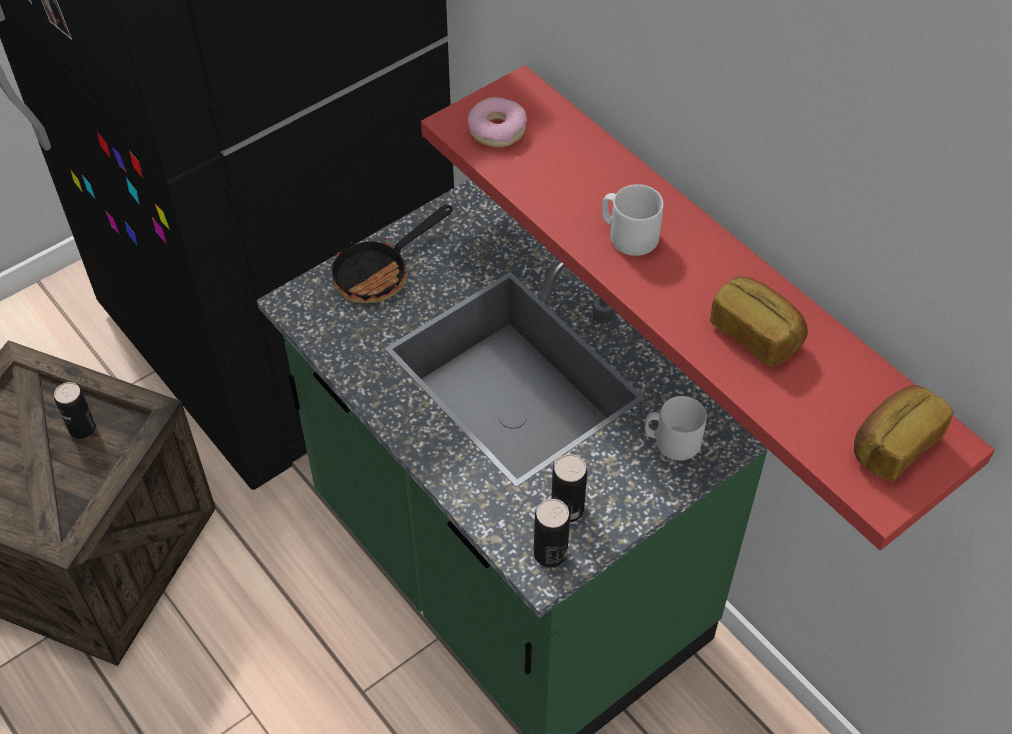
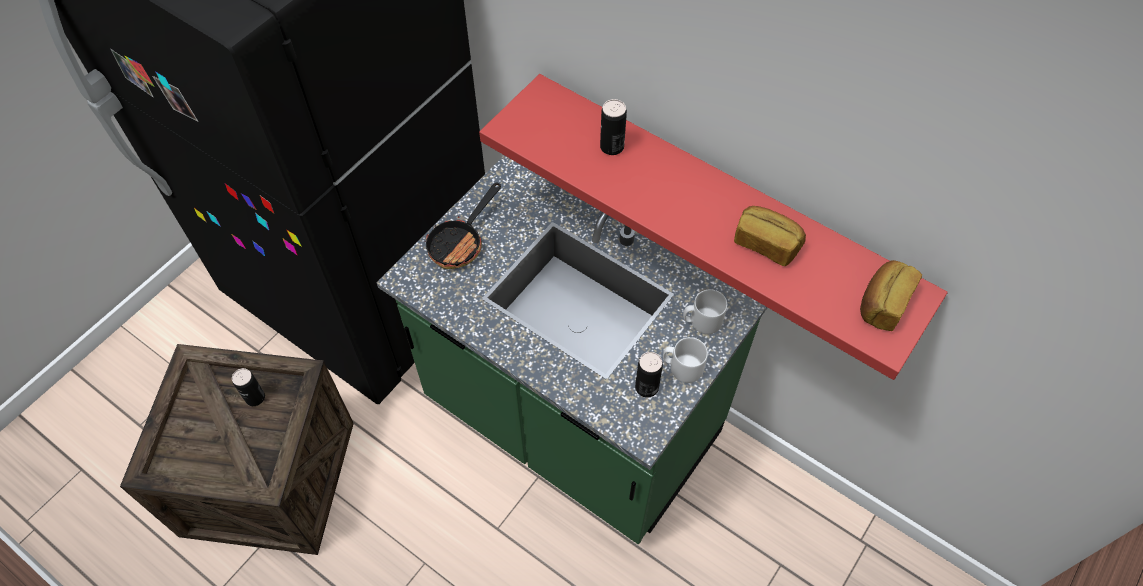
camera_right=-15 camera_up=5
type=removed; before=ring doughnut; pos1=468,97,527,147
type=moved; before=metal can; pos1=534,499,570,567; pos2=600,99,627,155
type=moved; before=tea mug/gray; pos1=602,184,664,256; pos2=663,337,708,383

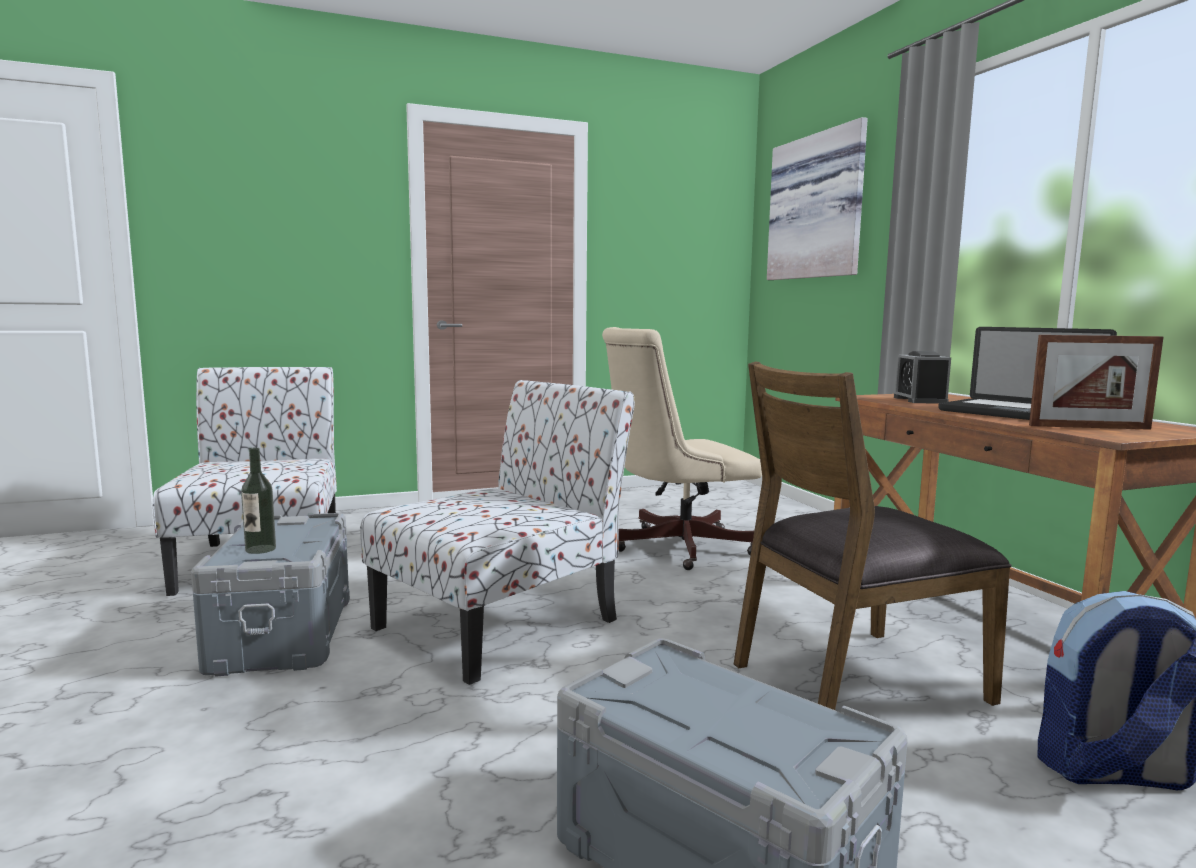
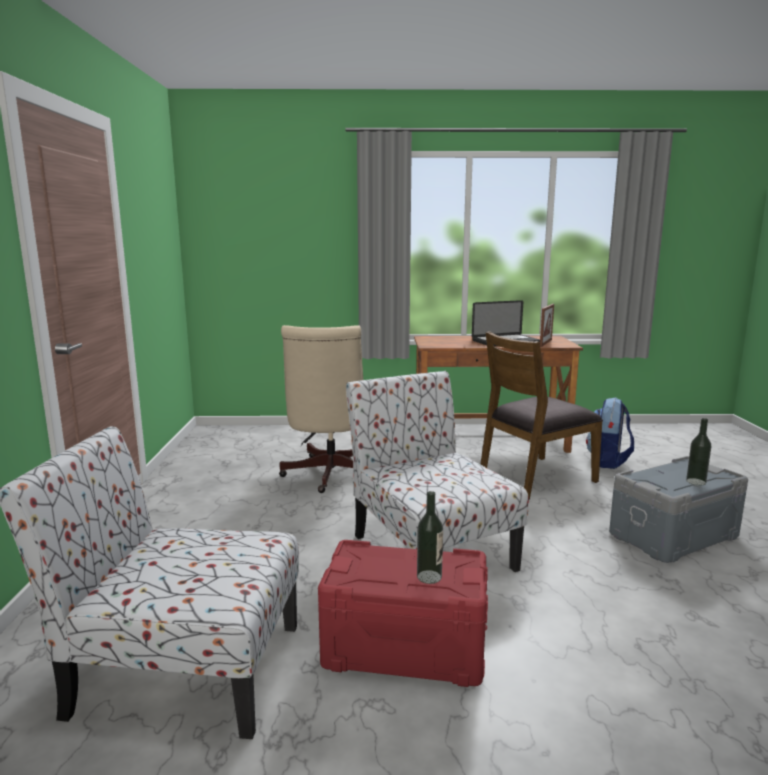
camera_right=-70 camera_up=5
type=recoloured; before=storage container/gray; after=storage container/red-coloured; pos1=191,513,350,676; pos2=318,540,488,687
type=turned; before=plain chair/brown-coloured; pos1=734,361,1012,710; pos2=480,331,603,500; turn=60
type=removed; before=wall picture; pos1=767,117,868,280
type=removed; before=table clock; pos1=894,351,951,403
type=added; after=beverage bottle; pos2=686,418,711,485

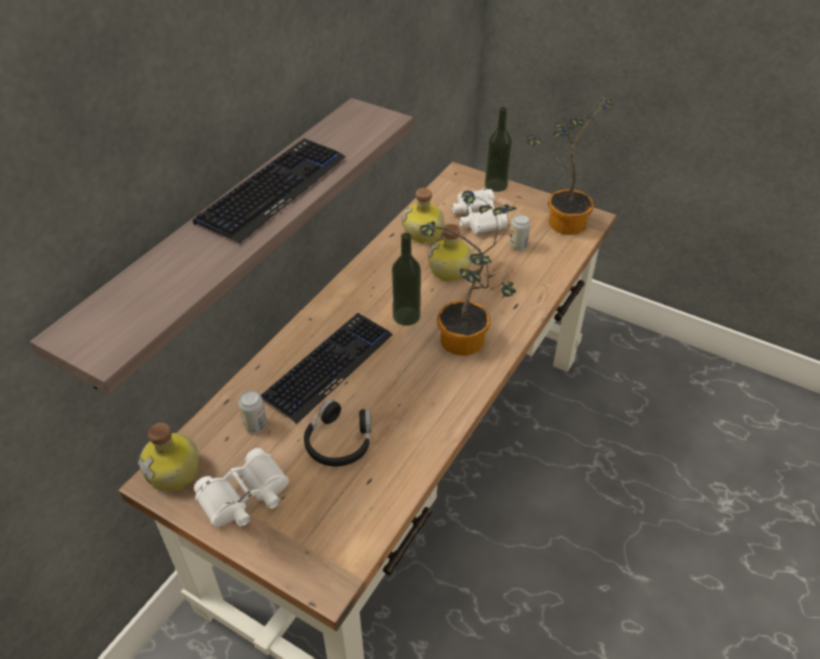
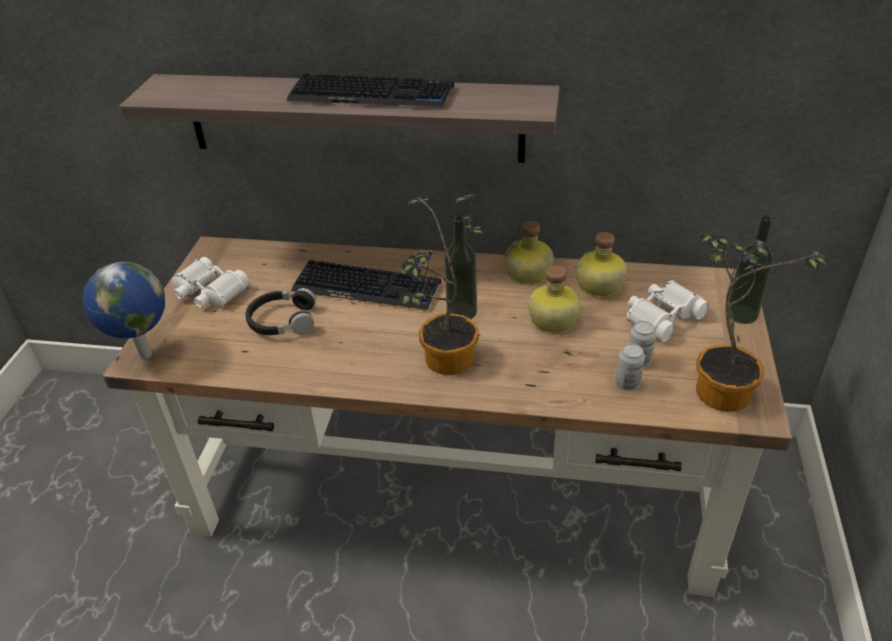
camera_right=70 camera_up=-5
type=moved; before=beverage bottle; pos1=138,423,199,492; pos2=505,221,554,285
type=moved; before=metal can; pos1=238,391,267,433; pos2=615,343,645,391
type=added; after=world globe; pos2=83,262,165,359

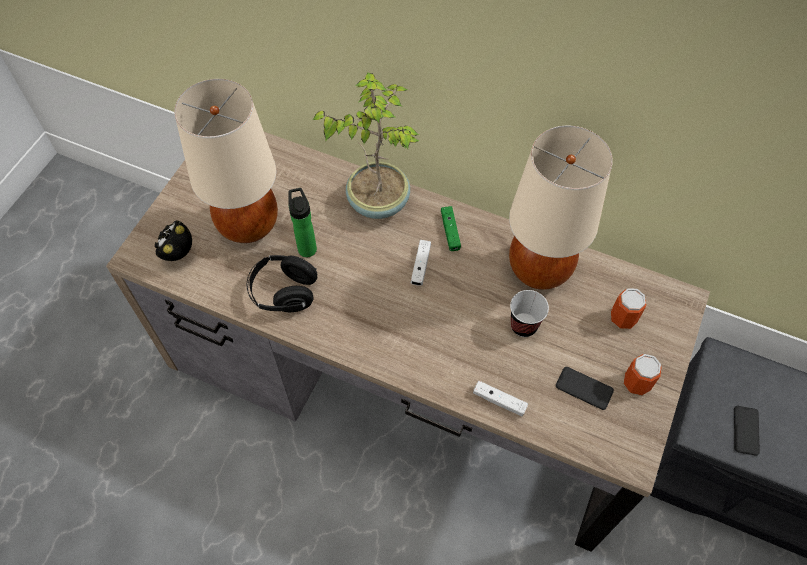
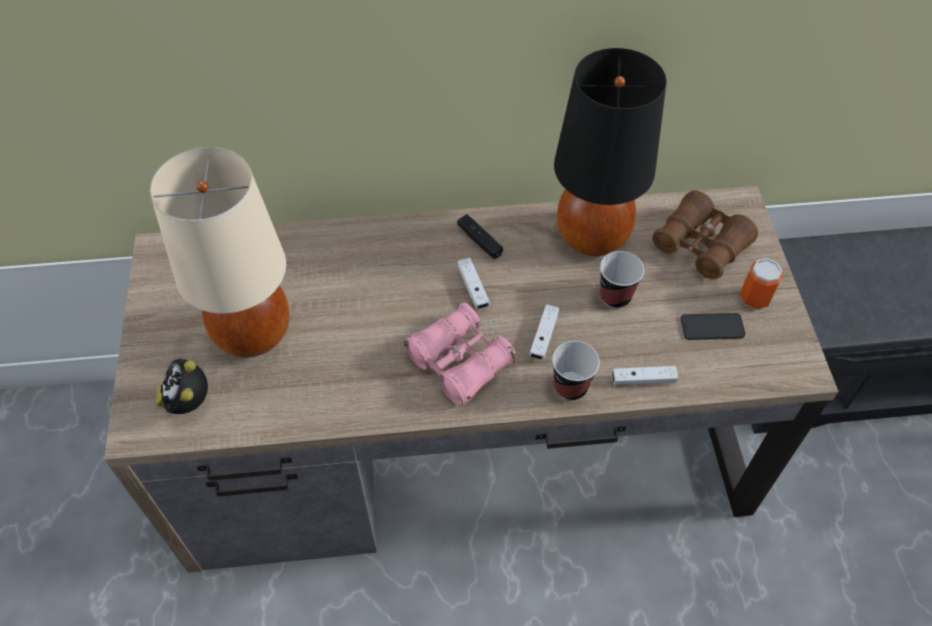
camera_right=-30 camera_up=-5
type=removed; before=pair of headphones/black; pos1=247,255,317,312
type=removed; before=beverage bottle; pos1=288,188,317,257
type=removed; before=plant in a pot; pos1=313,72,419,219
type=recoloured; before=joypad/greenish; after=joypad/black; pos1=441,206,461,251; pos2=457,214,503,259
type=recoloured; before=table lamp/sand-coloured; after=table lamp/black; pos1=509,126,613,290; pos2=554,48,667,256
type=replaced; before=metal can; after=binoculars/brown-coloured; pos1=611,288,646,329; pos2=652,191,758,280
type=removed; before=phone; pos1=734,406,760,456
type=added; after=binoculars/pink-coloured; pos2=404,302,517,406
type=added; after=joypad/white-coloured; pos2=529,305,559,360
type=added; after=cup; pos2=552,341,600,401

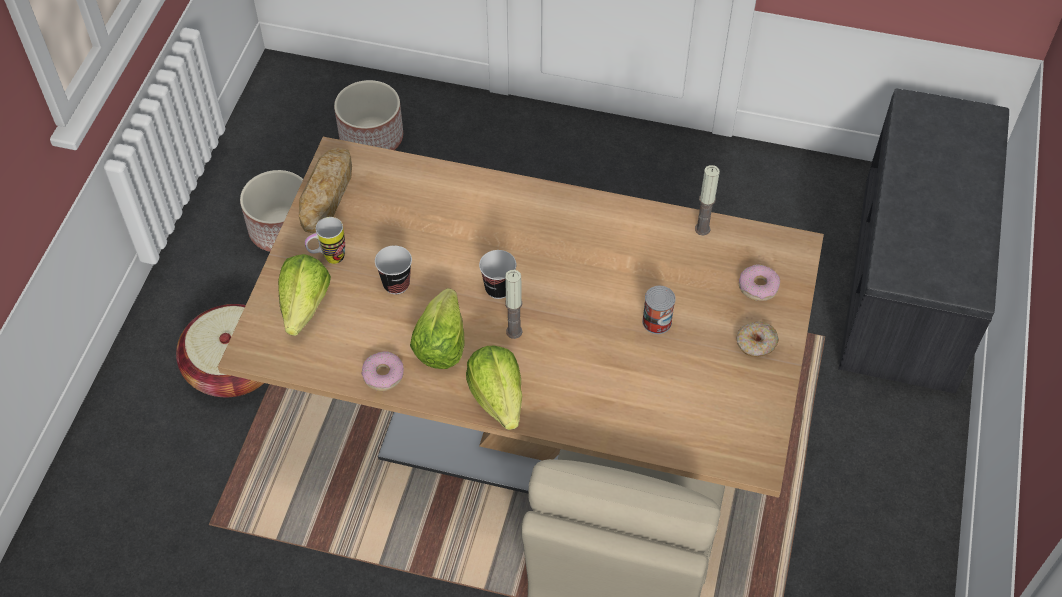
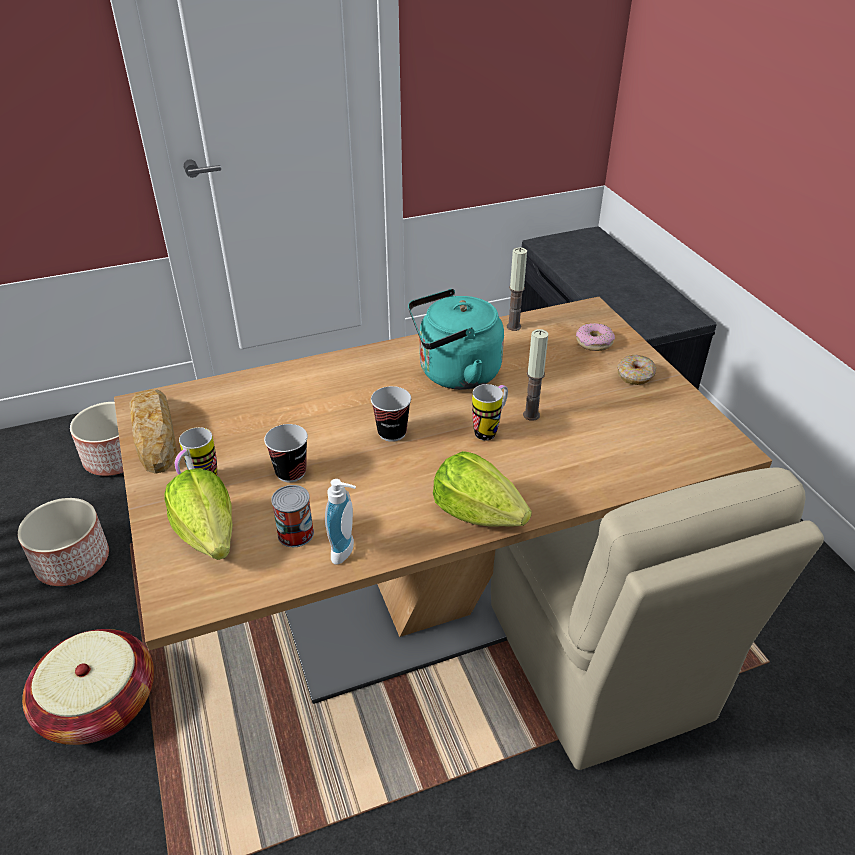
camera_right=-35 camera_up=-15
type=replaced; before=ring doughnut; after=soap bottle; pos1=362,351,404,391; pos2=325,479,356,564
type=removed; before=lettuce; pos1=410,288,465,369
type=moved; before=wax light; pos1=505,270,523,339; pos2=523,329,548,421
type=moved; before=metal can; pos1=642,286,676,334; pos2=271,485,314,547
type=added; after=kettle/blue-green; pos2=408,289,504,390
type=added; after=tea mug; pos2=472,384,508,441

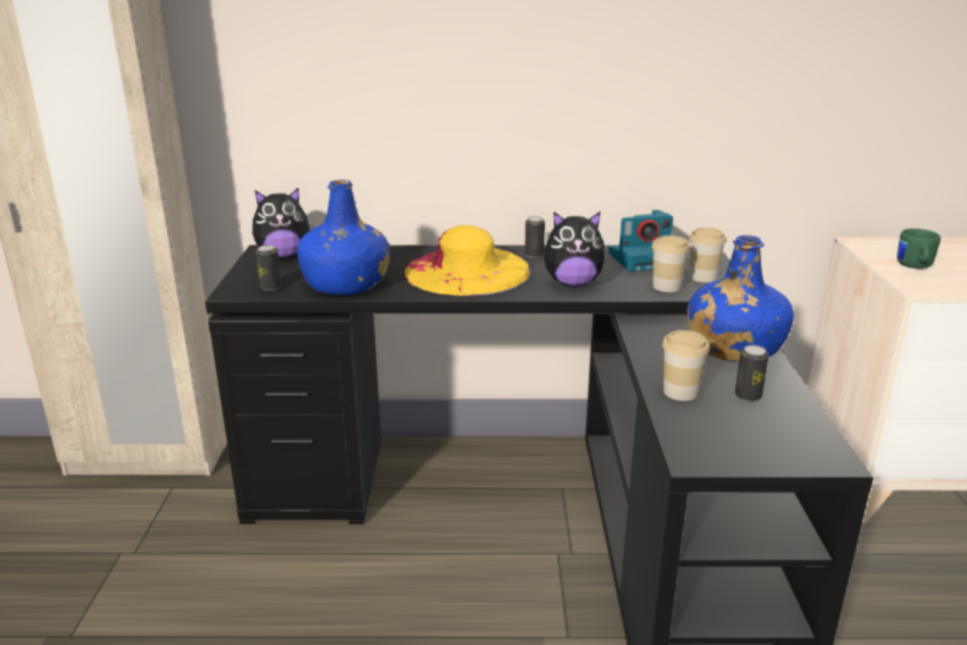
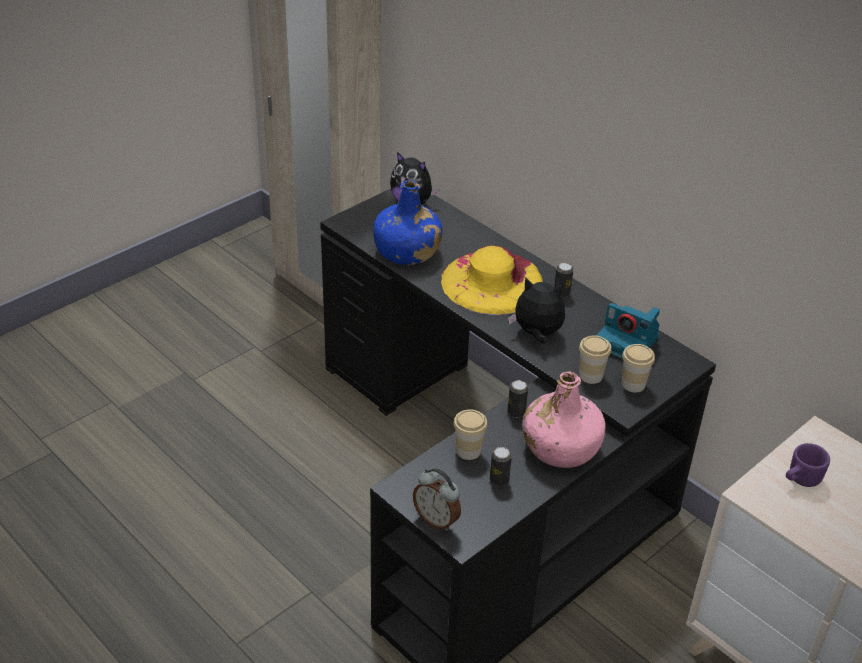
camera_right=45 camera_up=15
type=moved; before=metal can; pos1=256,245,282,291; pos2=507,380,528,417
type=turned; before=cuddly toy; pos1=544,212,607,287; pos2=508,277,565,344; turn=150
type=recoloured; before=beverage bottle/blue; after=beverage bottle/pink-coloured; pos1=687,235,794,362; pos2=523,372,606,468
type=recoloured; before=tea mug/greenish; after=tea mug/purplish; pos1=897,228,941,269; pos2=786,443,830,487
type=added; after=table clock; pos2=413,468,461,531

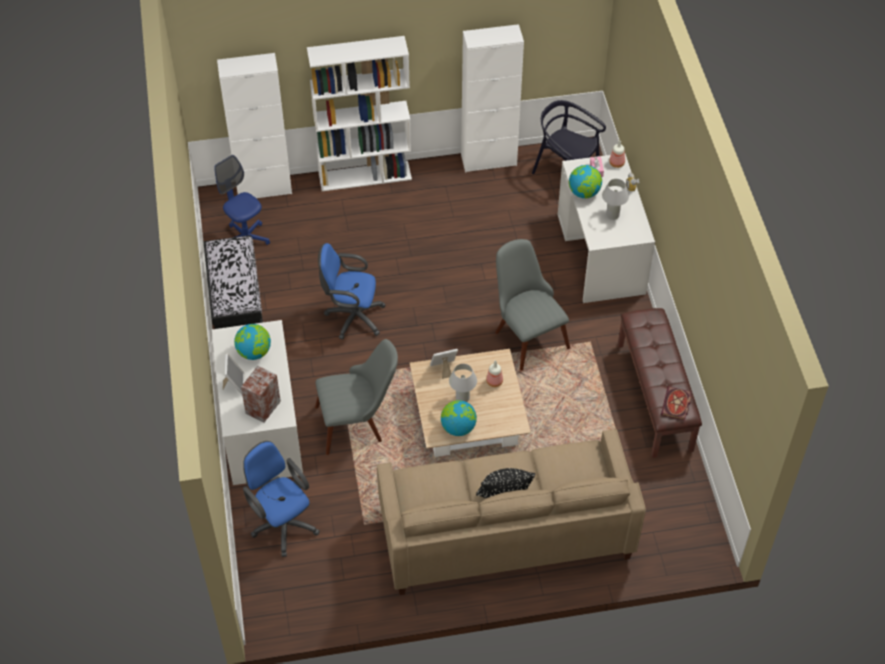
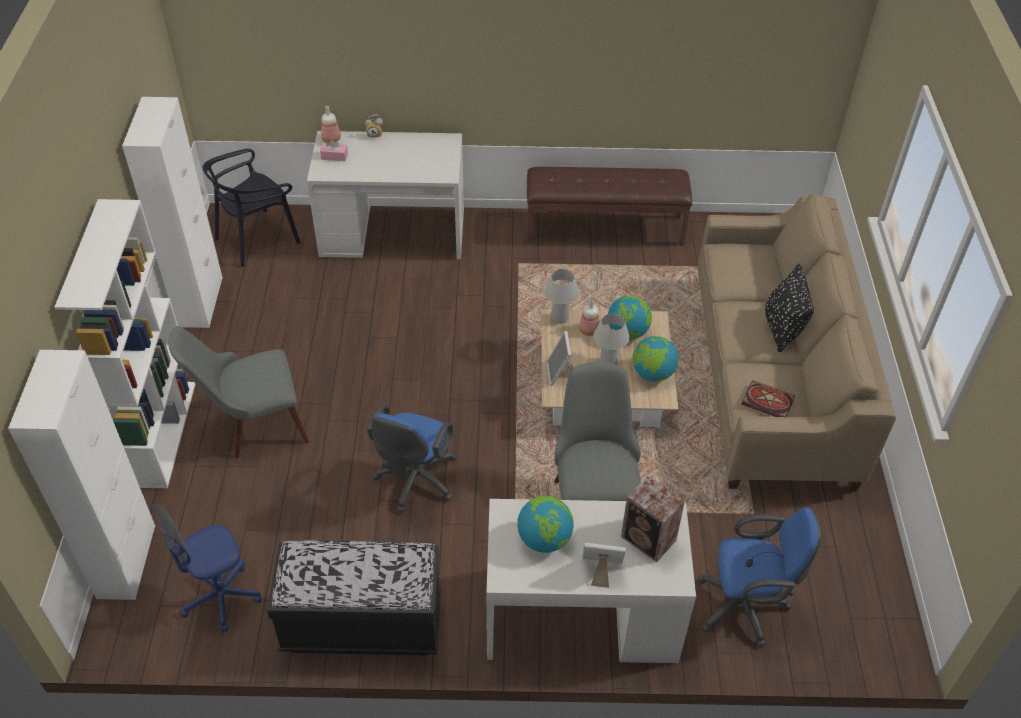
camera_right=-80 camera_up=-5
type=turned; before=office chair/blue; pos1=243,441,320,557; pos2=697,508,822,647; turn=-150
type=moved; before=plain chair/gray; pos1=495,239,570,370; pos2=168,326,310,458
type=moved; before=world globe; pos1=569,165,602,198; pos2=608,296,652,340
type=moved; before=table lamp/white-coloured; pos1=602,179,629,220; pos2=544,269,579,324
type=moved; before=volume; pos1=661,386,692,420; pos2=741,380,795,417

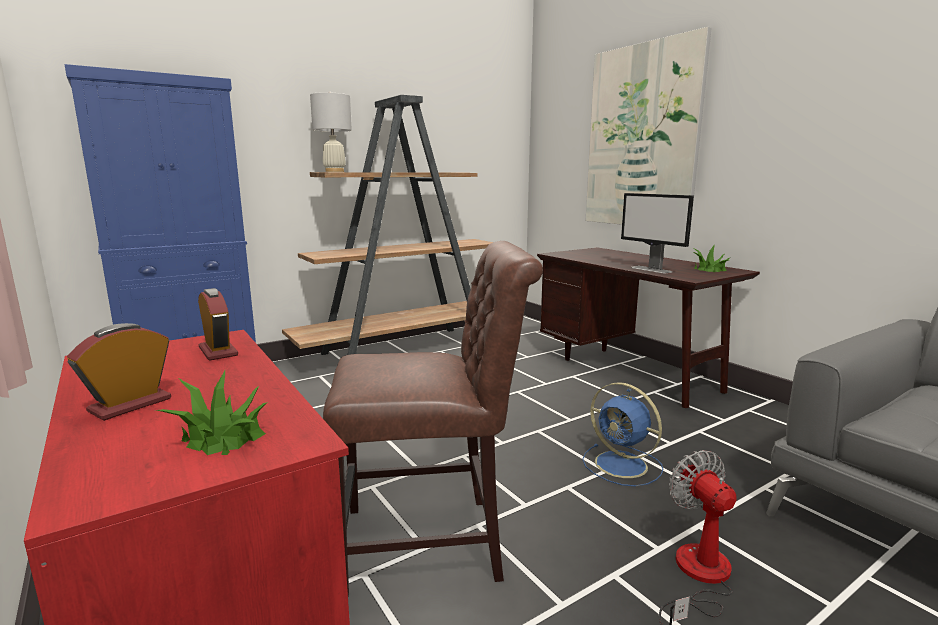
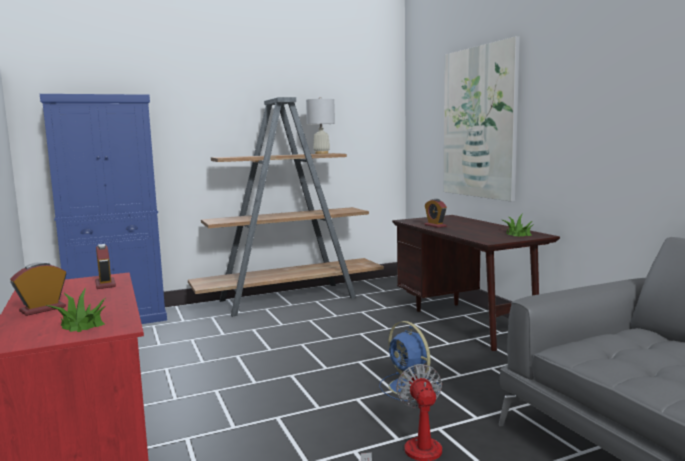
camera_right=10 camera_up=-5
type=moved; before=table lamp/white-coloured; pos1=310,92,352,172; pos2=306,97,335,154
type=removed; before=plain chair/brown-coloured; pos1=323,241,543,596
type=removed; before=computer screen; pos1=621,193,694,273
type=added; after=table clock; pos2=425,199,447,228

